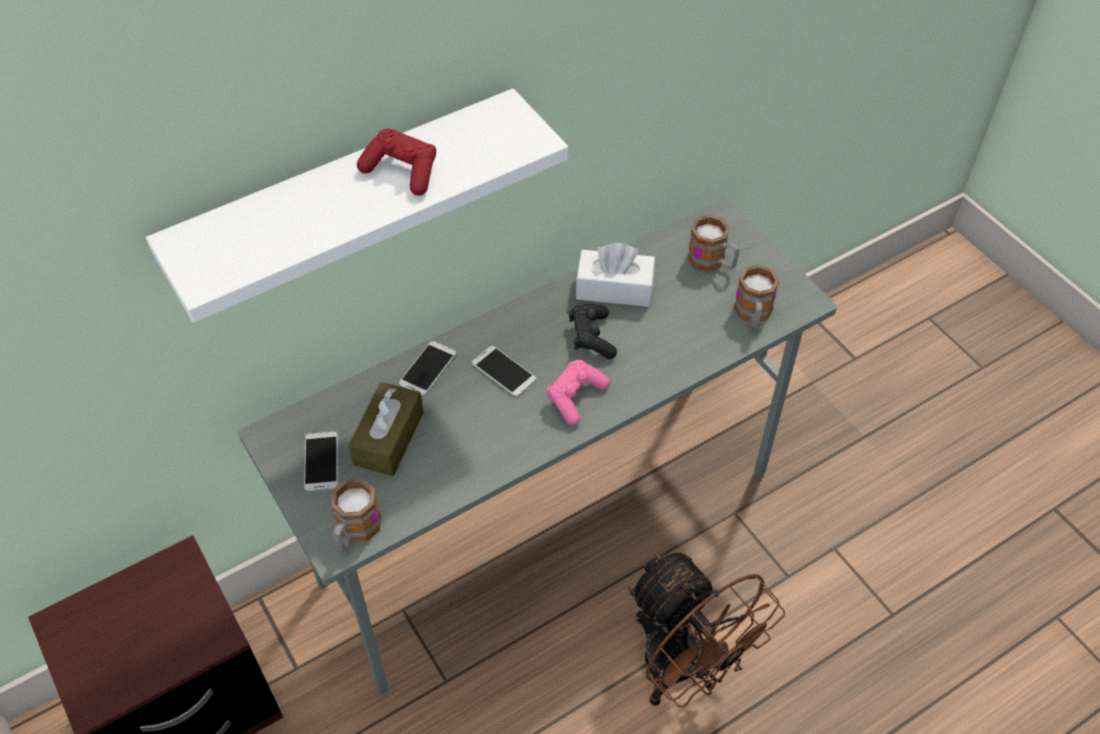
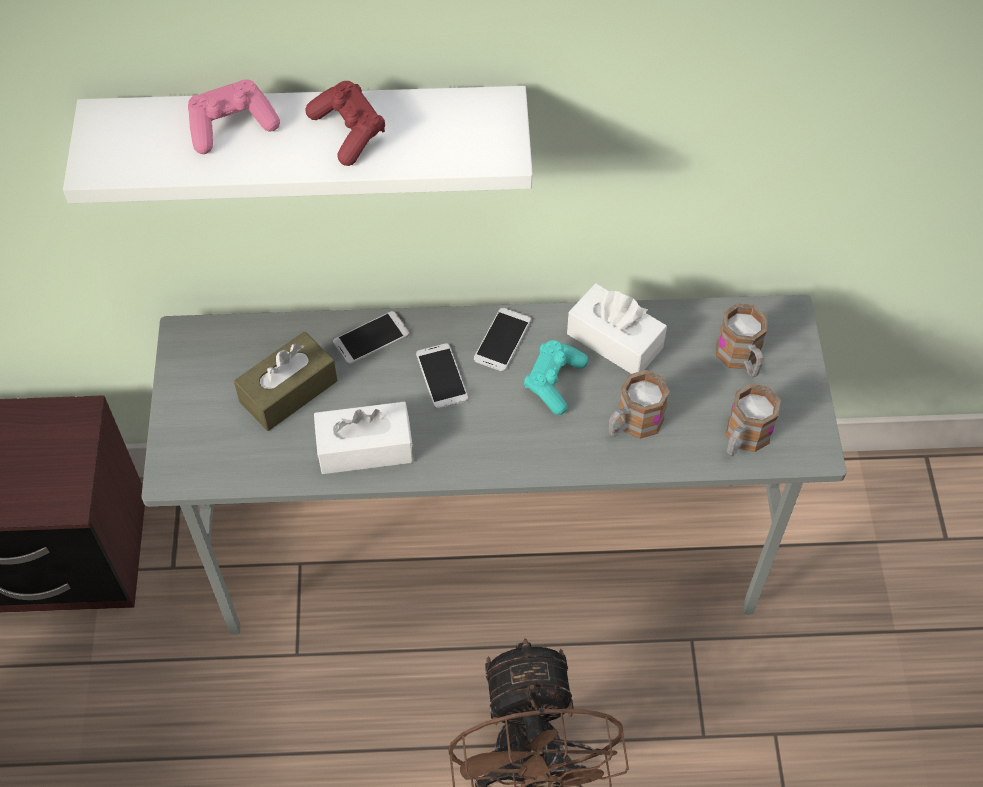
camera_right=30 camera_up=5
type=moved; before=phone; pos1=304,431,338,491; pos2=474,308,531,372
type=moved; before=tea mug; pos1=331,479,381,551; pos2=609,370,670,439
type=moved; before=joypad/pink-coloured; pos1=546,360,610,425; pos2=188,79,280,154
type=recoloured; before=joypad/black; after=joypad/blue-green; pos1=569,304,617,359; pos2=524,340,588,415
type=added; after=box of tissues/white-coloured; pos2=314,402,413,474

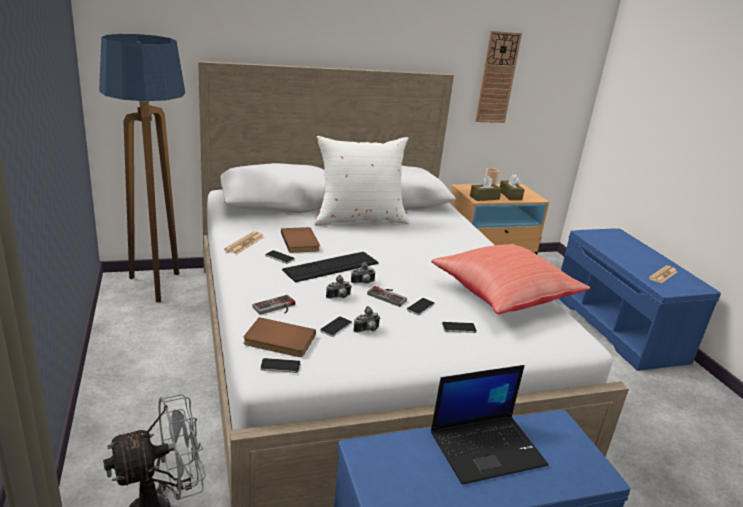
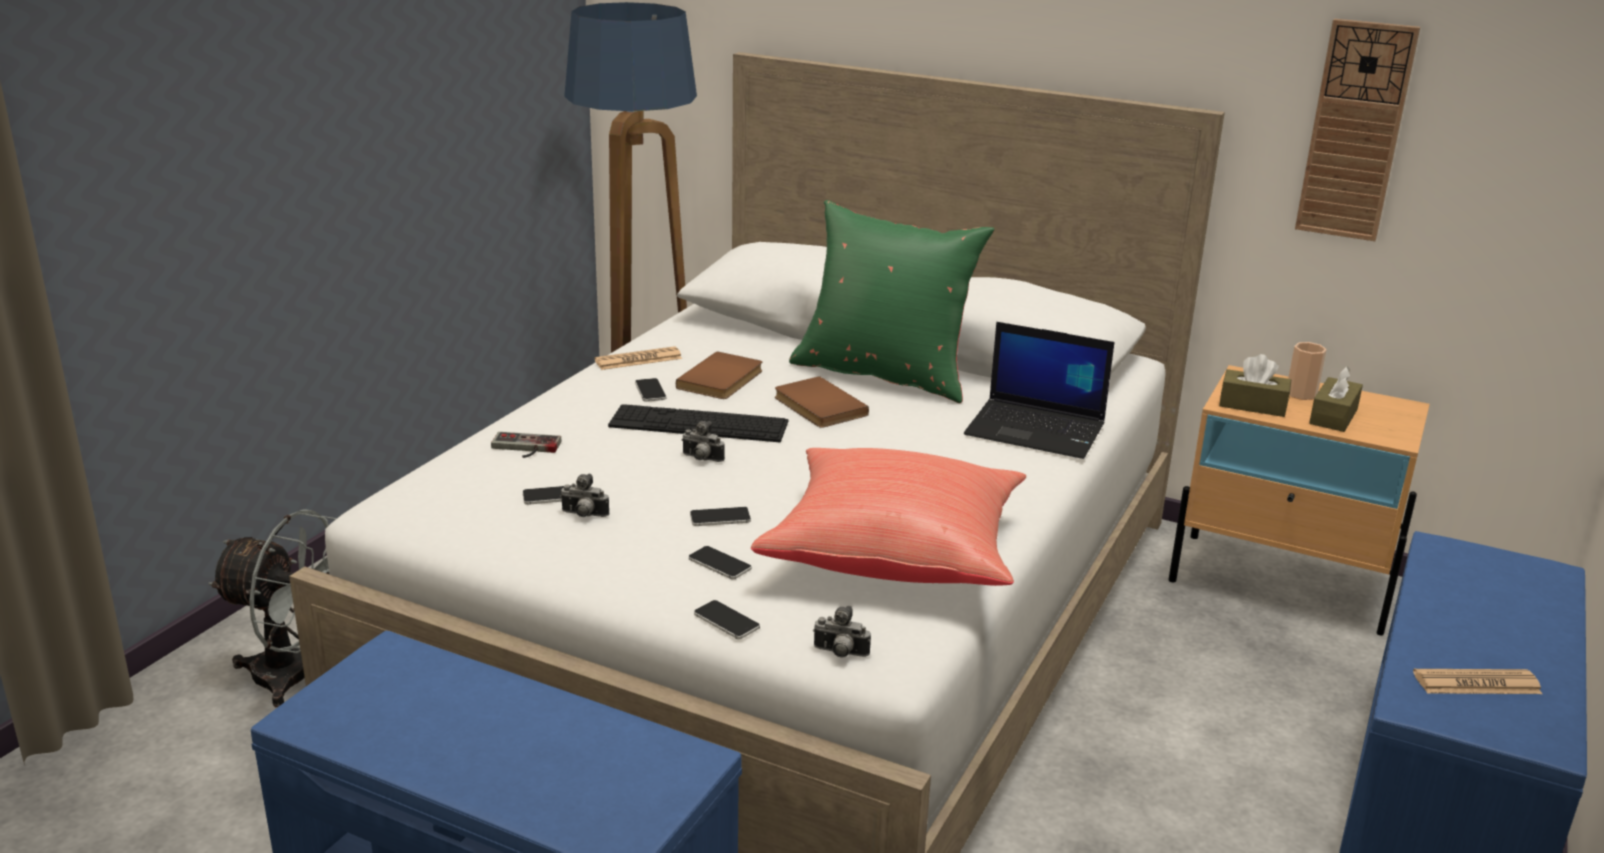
camera_right=45 camera_up=0
type=moved; before=volume/brown-coloured; pos1=243,317,316,357; pos2=775,376,869,428
type=moved; before=phone; pos1=260,358,301,373; pos2=694,600,760,639
type=recoloured; before=pillow/white-coloured; after=pillow/greenish; pos1=314,136,409,226; pos2=789,200,995,403
type=moved; before=still camera; pos1=326,275,352,299; pos2=813,606,871,658
type=removed; before=joypad; pos1=367,286,407,307
type=moved; before=notebook computer; pos1=431,365,548,485; pos2=964,322,1115,459

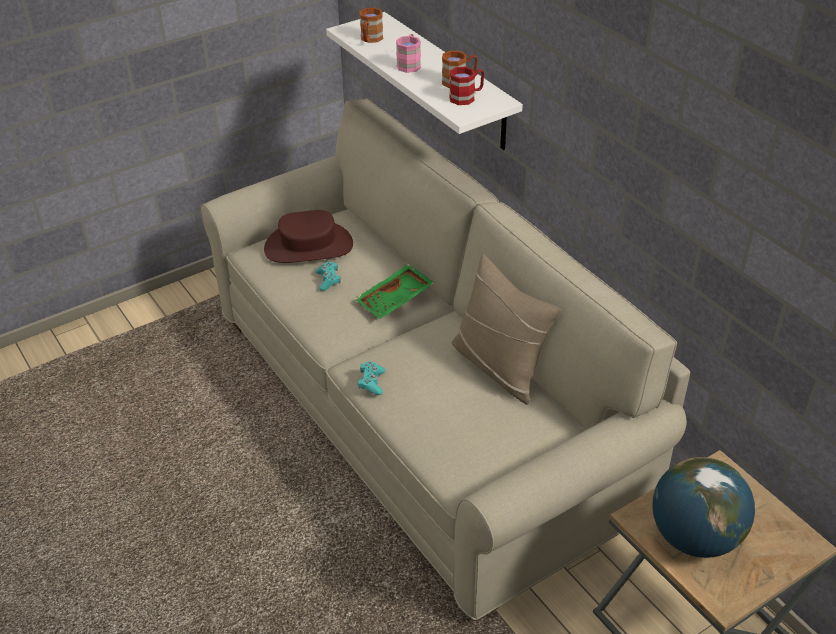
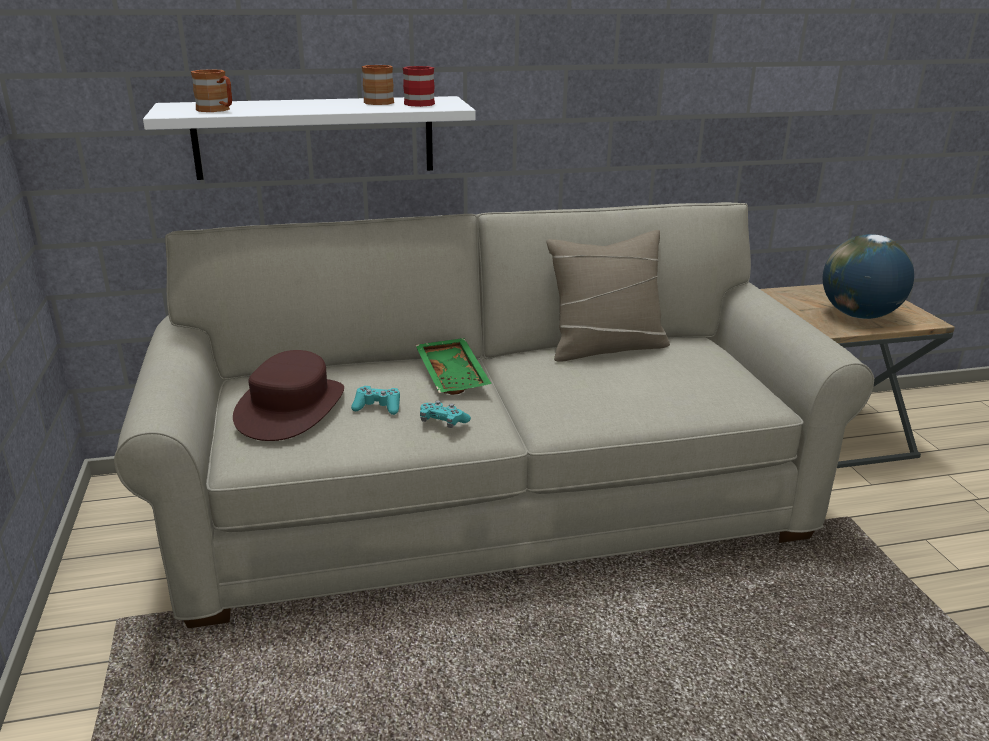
camera_right=-70 camera_up=-15
type=moved; before=joypad/blue-green; pos1=358,361,385,395; pos2=420,400,471,428
type=removed; before=tea mug/pink-coloured; pos1=396,34,421,73

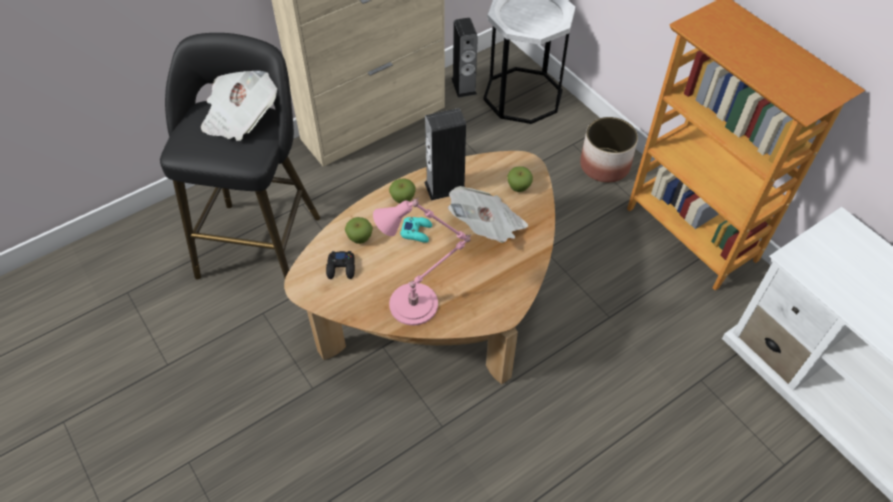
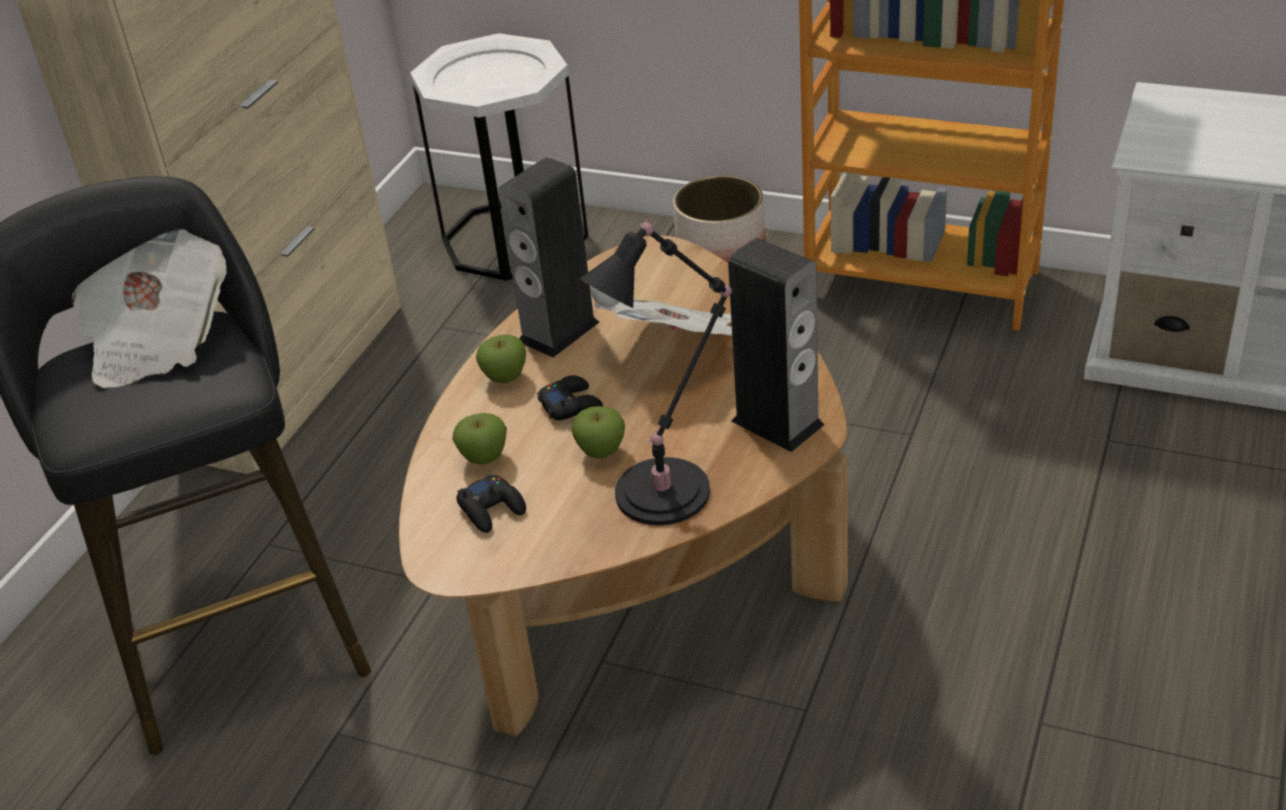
camera_right=-30 camera_up=-15
type=recoloured; before=table lamp/pink-coloured; after=table lamp/black; pos1=373,198,471,325; pos2=579,218,732,525
type=recoloured; before=joypad/blue-green; after=joypad/black; pos1=400,217,432,243; pos2=537,375,603,420
type=moved; before=loudspeaker; pos1=452,18,478,98; pos2=728,238,824,452
type=moved; before=apple fruit; pos1=508,166,533,192; pos2=571,406,625,459

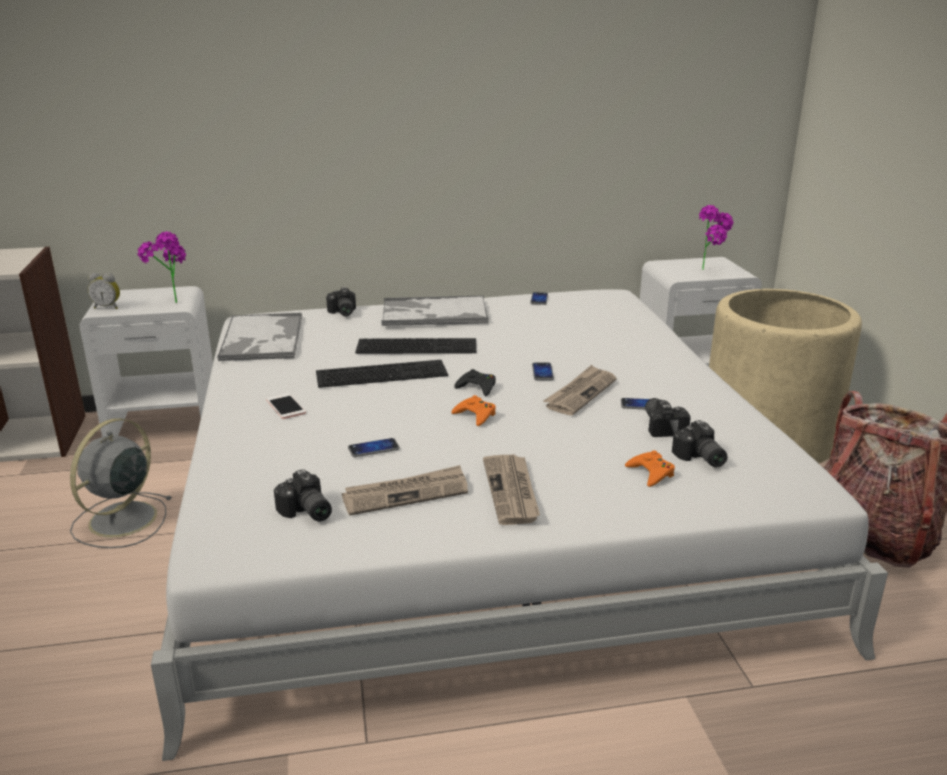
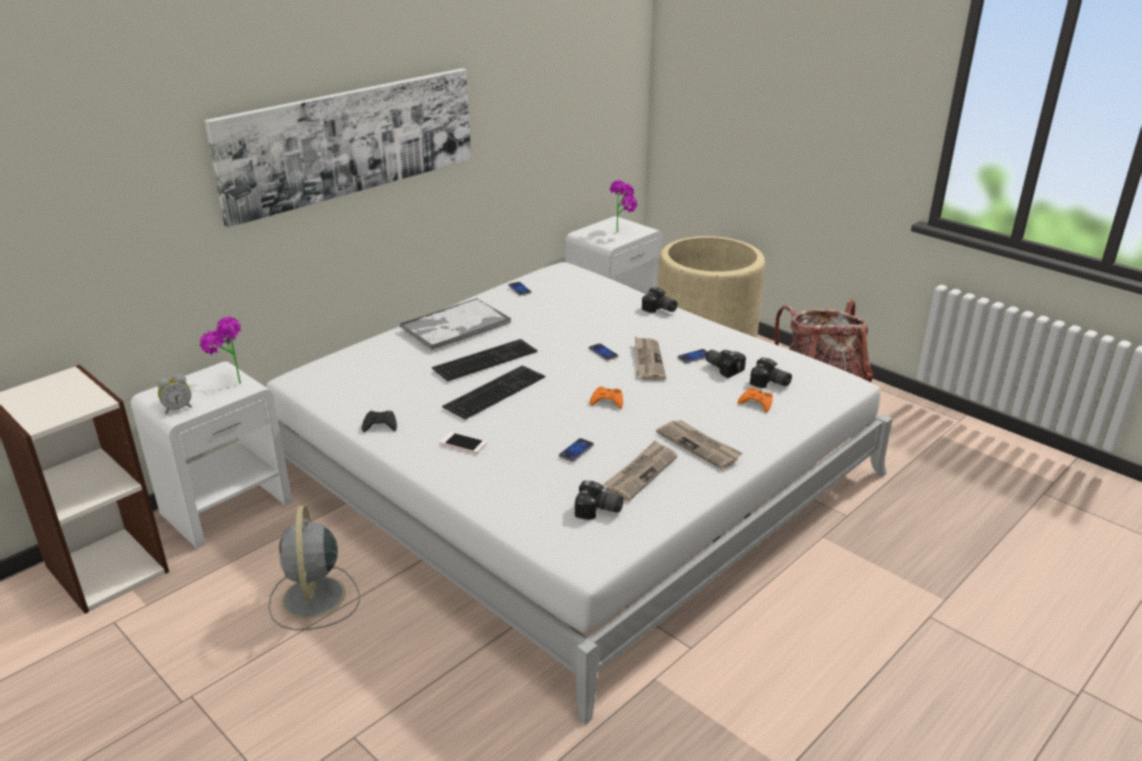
camera_right=-35 camera_up=5
type=removed; before=tray; pos1=217,313,303,361
type=moved; before=still camera; pos1=326,287,356,316; pos2=642,287,678,313
type=moved; before=joypad/black; pos1=454,369,496,396; pos2=362,411,397,432
type=added; after=wall picture; pos2=204,68,471,228

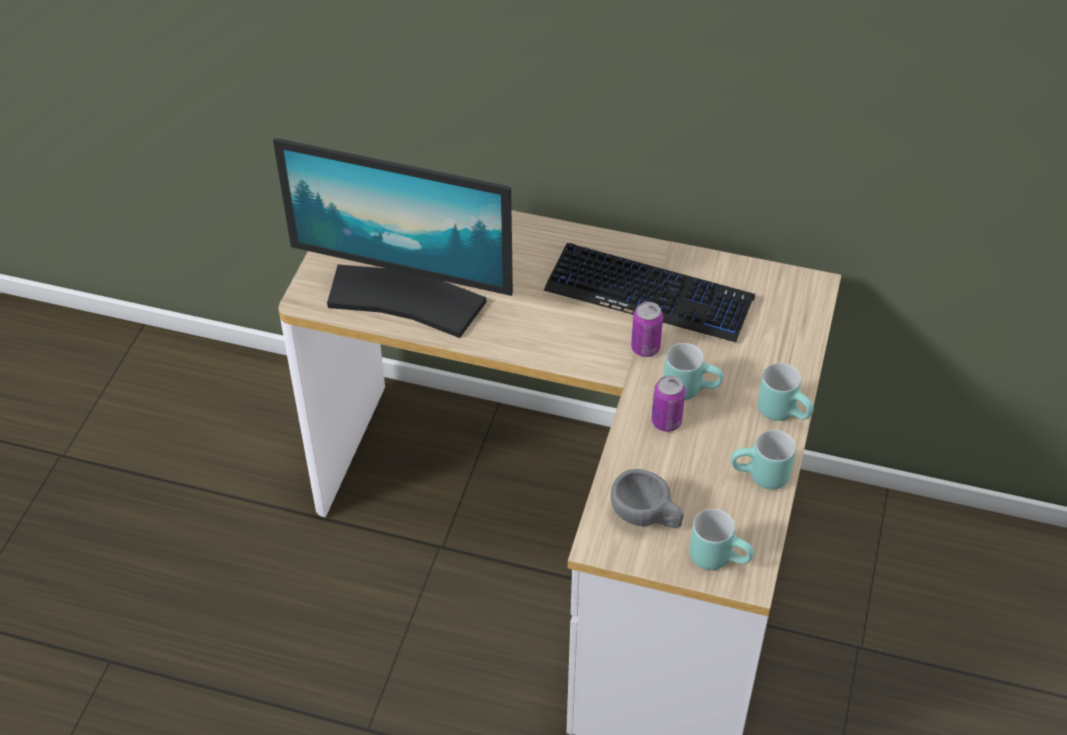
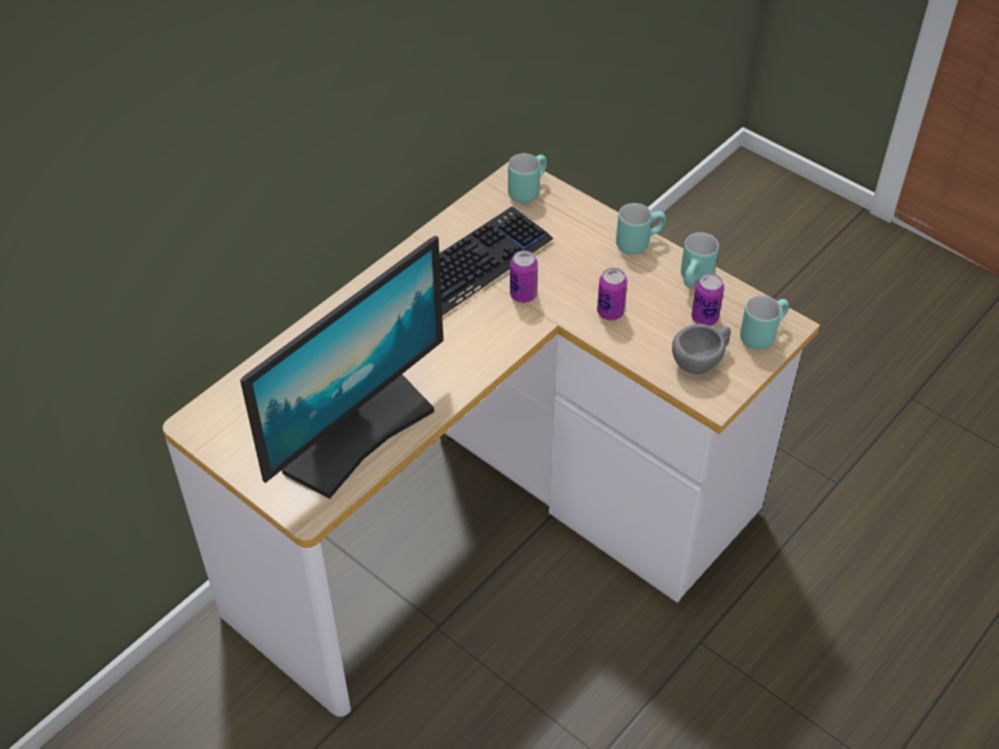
camera_right=-65 camera_up=0
type=moved; before=tea mug/blue-green; pos1=664,343,723,400; pos2=508,153,547,203
type=added; after=metal can; pos2=691,274,724,326

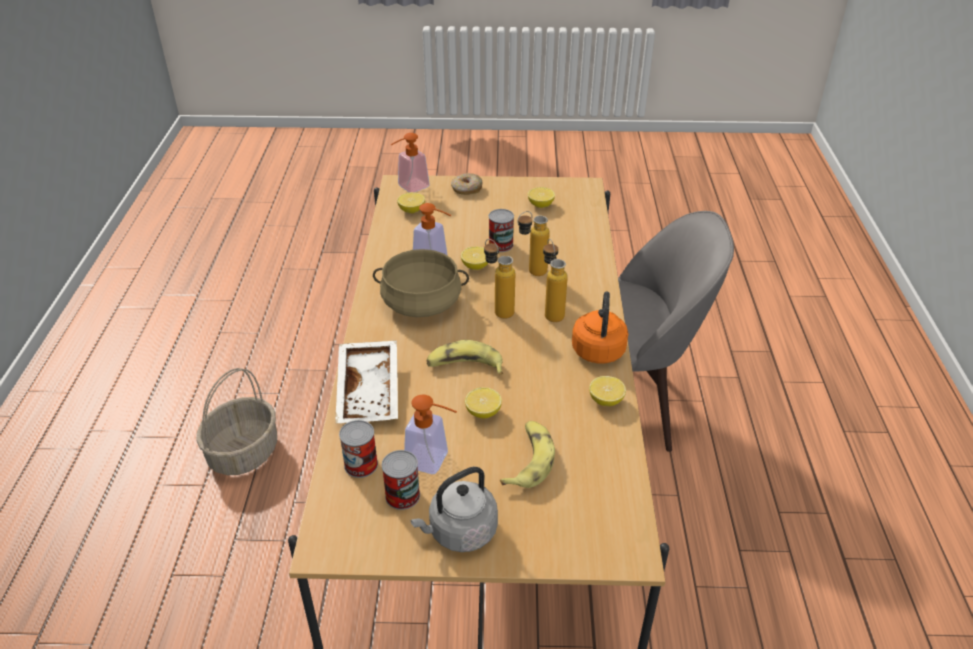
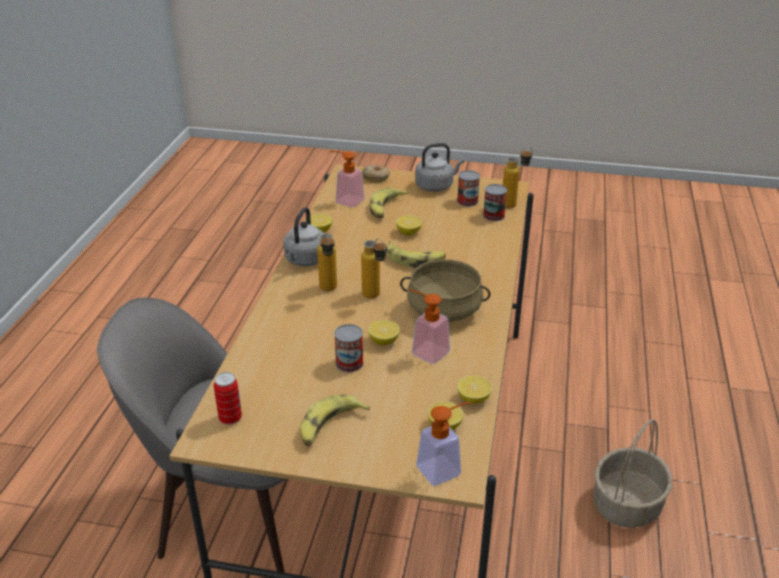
camera_right=-170 camera_up=-5
type=removed; before=tray/white-coloured; pos1=335,340,398,424
type=moved; before=soap bottle; pos1=404,394,457,474; pos2=330,151,365,207
type=moved; before=ring doughnut; pos1=451,173,482,195; pos2=362,165,390,182
type=moved; before=beverage bottle; pos1=518,211,550,276; pos2=503,147,533,208
type=moved; before=whole lemon; pos1=528,187,555,208; pos2=457,375,492,404
type=recoloured; before=kettle/orange-coloured; after=kettle/gray; pos1=572,292,628,363; pos2=283,207,324,266
type=added; after=metal can; pos2=214,372,242,425
type=added; after=banana; pos2=300,394,370,446

